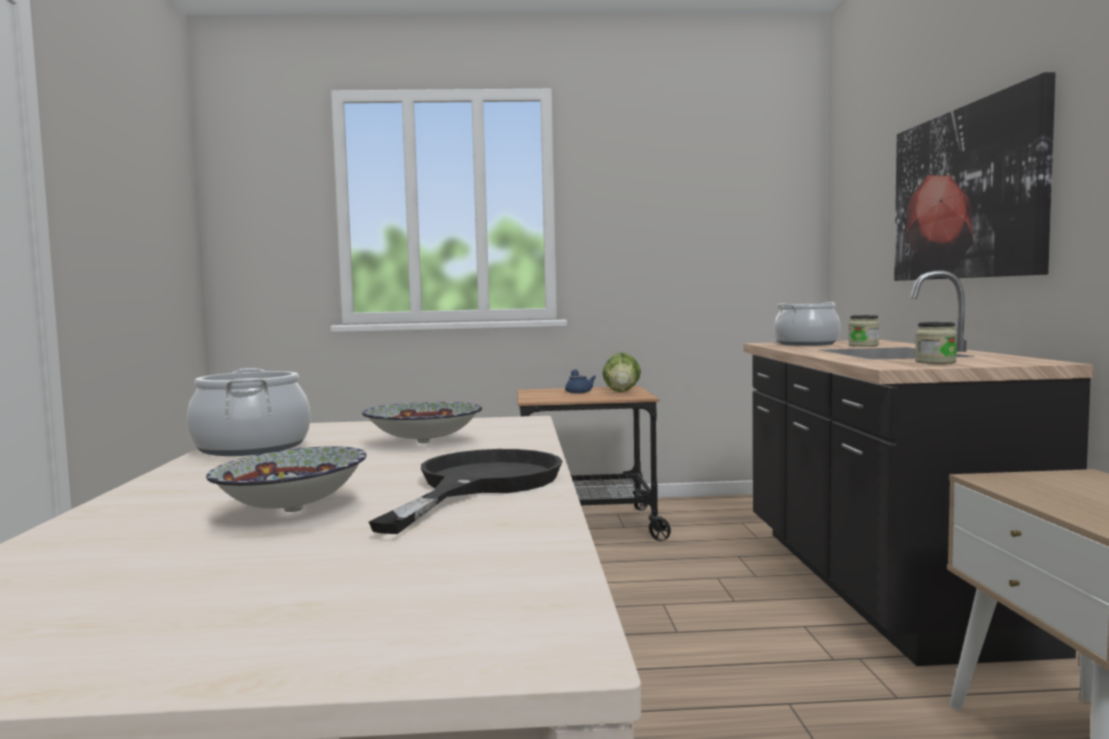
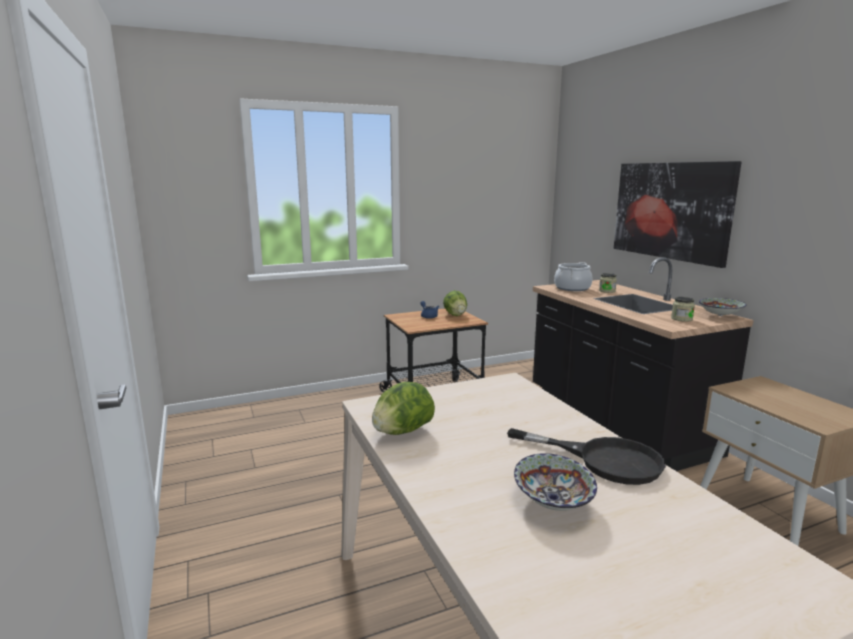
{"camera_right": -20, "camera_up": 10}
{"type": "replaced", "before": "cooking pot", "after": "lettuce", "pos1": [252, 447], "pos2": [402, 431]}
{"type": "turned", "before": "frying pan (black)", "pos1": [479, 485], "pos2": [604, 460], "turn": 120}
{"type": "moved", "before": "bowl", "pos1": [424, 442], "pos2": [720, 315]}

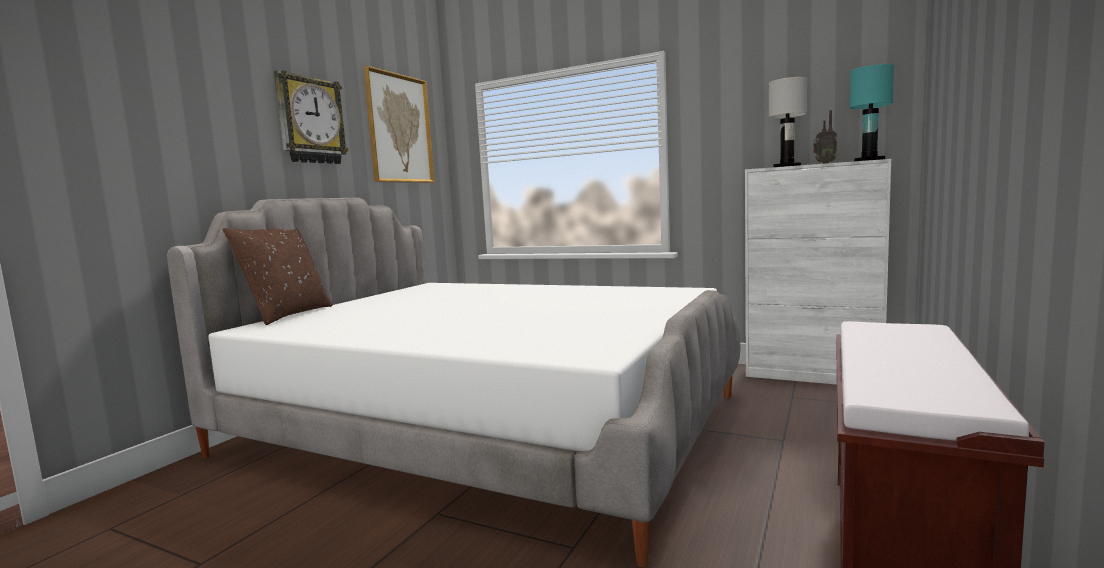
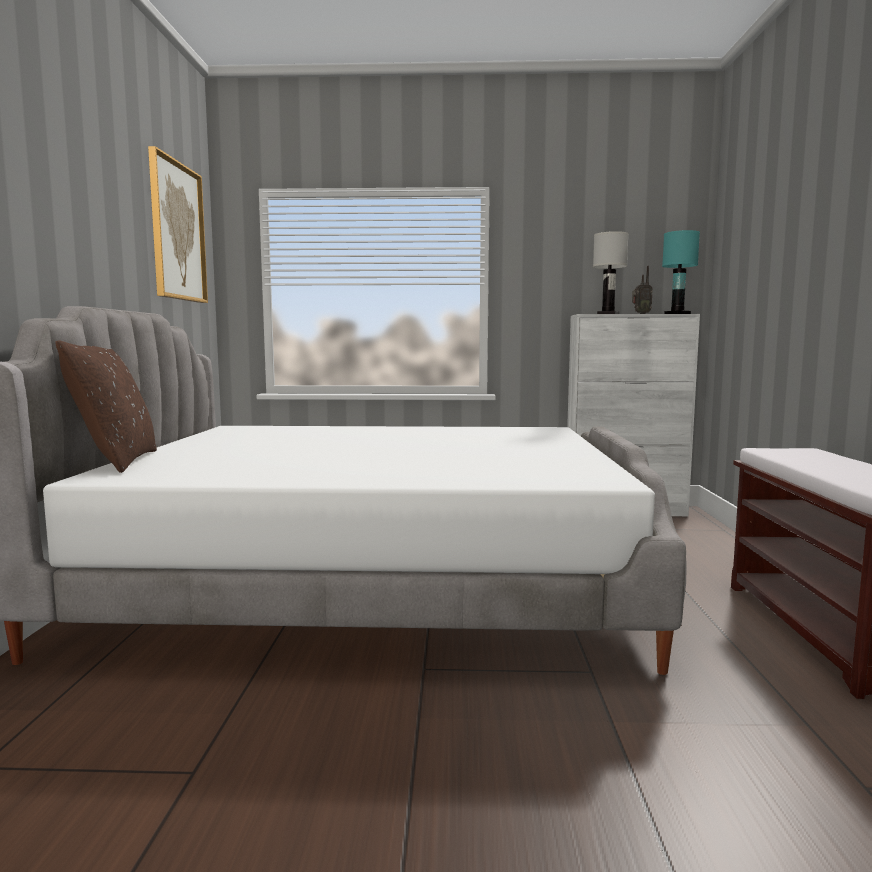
{"camera_right": -25, "camera_up": 0}
{"type": "removed", "before": "wall clock", "pos1": [310, 121]}

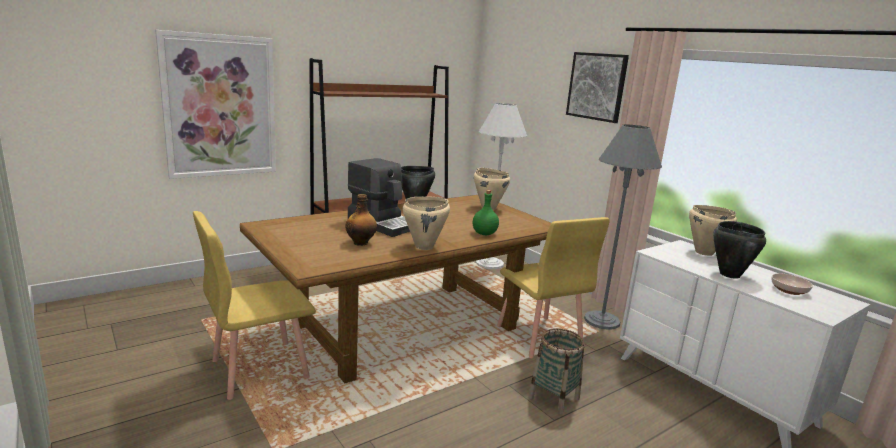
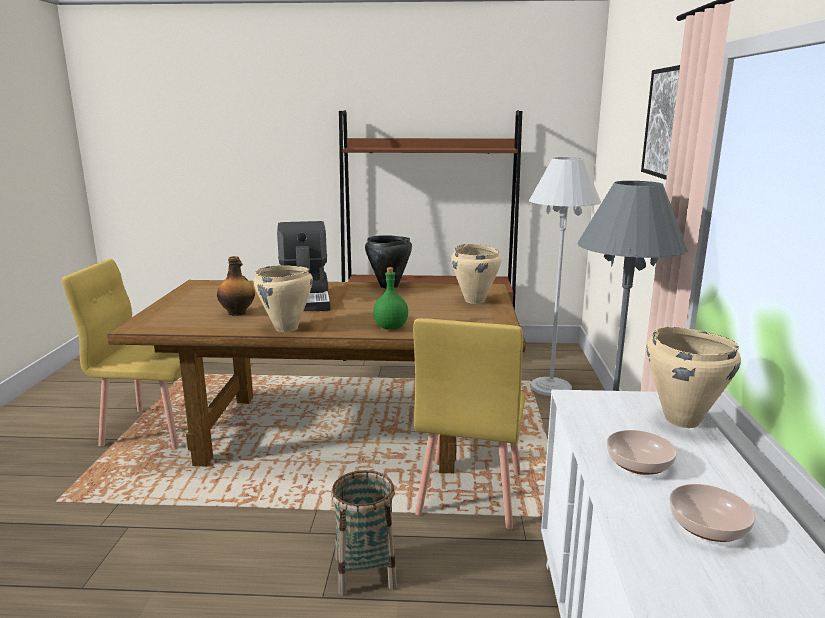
{"camera_right": 40, "camera_up": 0}
{"type": "replaced", "before": "cooking pot (black)", "after": "bowl", "pos1": [729, 274], "pos2": [637, 464]}
{"type": "removed", "before": "picture", "pos1": [220, 106]}

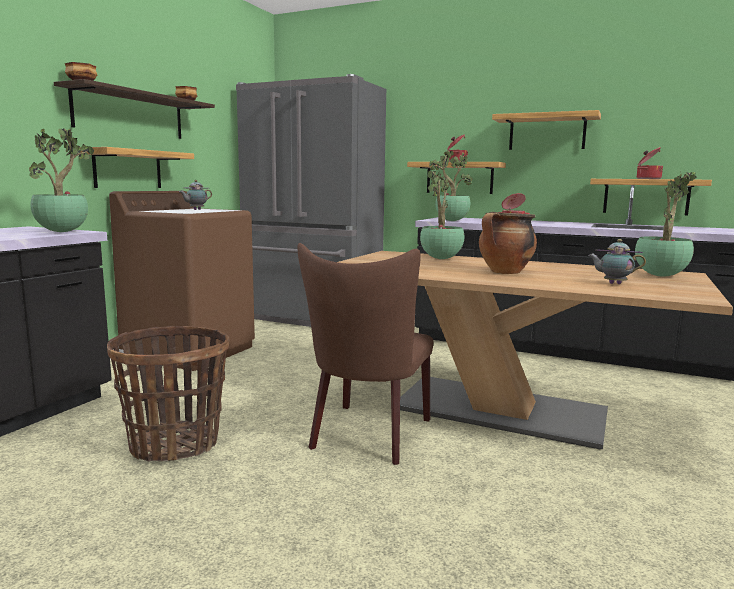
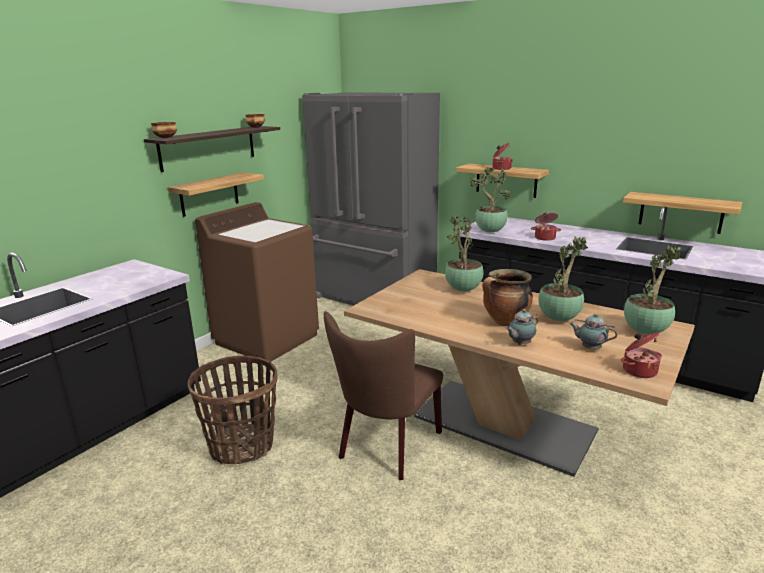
{"camera_right": 10, "camera_up": 10}
{"type": "moved", "before": "teapot", "pos1": [196, 209], "pos2": [520, 344]}
{"type": "moved", "before": "potted plant", "pos1": [63, 232], "pos2": [559, 318]}
{"type": "moved", "before": "cooking pot", "pos1": [648, 179], "pos2": [638, 370]}
{"type": "removed", "before": "shelf", "pos1": [547, 132]}

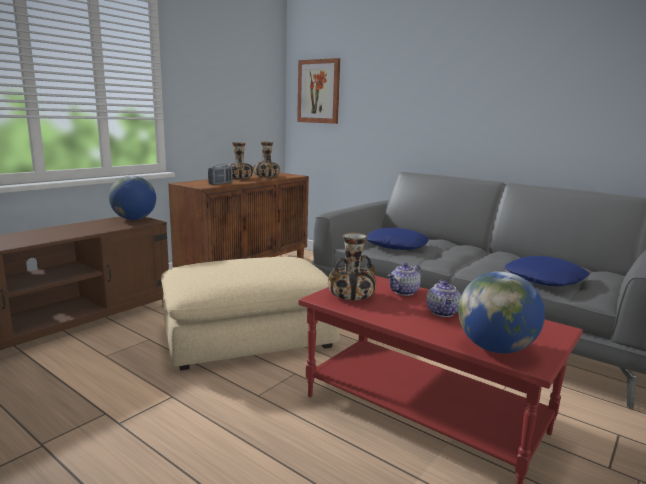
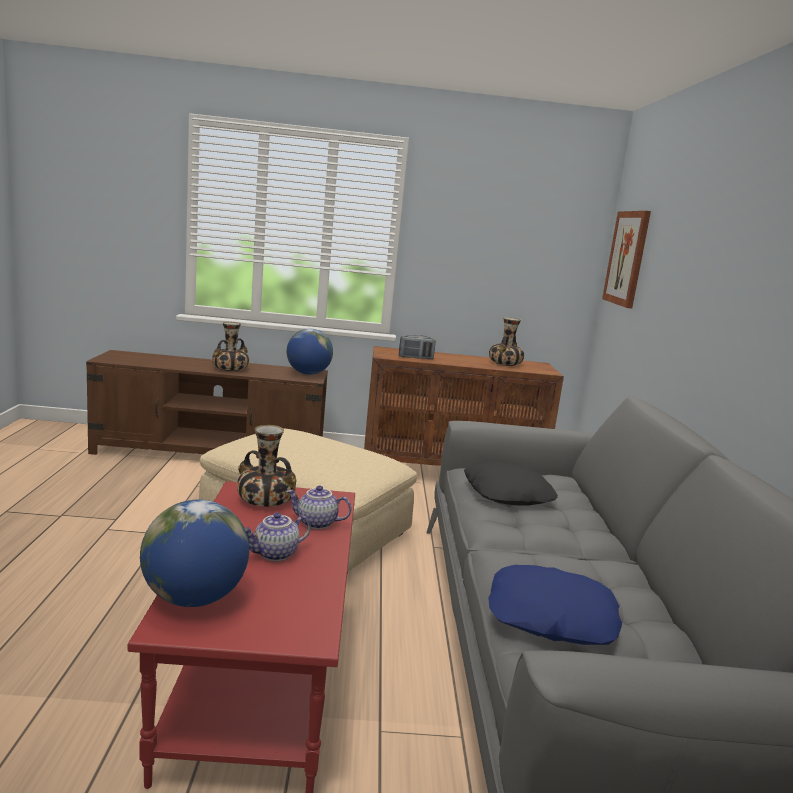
{"camera_right": 50, "camera_up": 0}
{"type": "moved", "before": "vase", "pos1": [239, 178], "pos2": [229, 369]}
{"type": "recoloured", "before": "pillow (blue)", "after": "pillow (black)", "pos1": [397, 245], "pos2": [508, 493]}

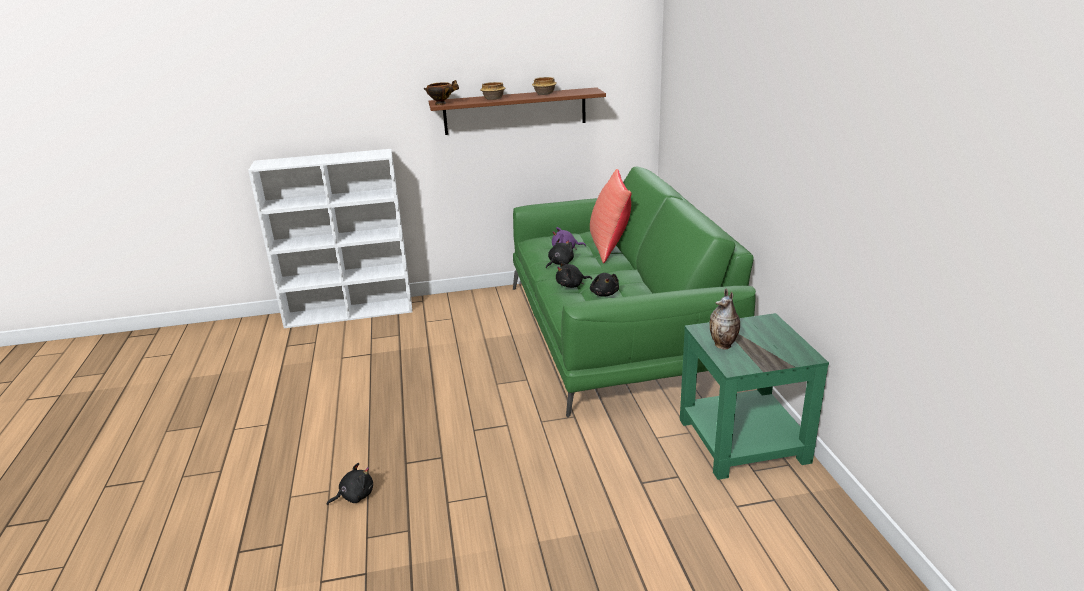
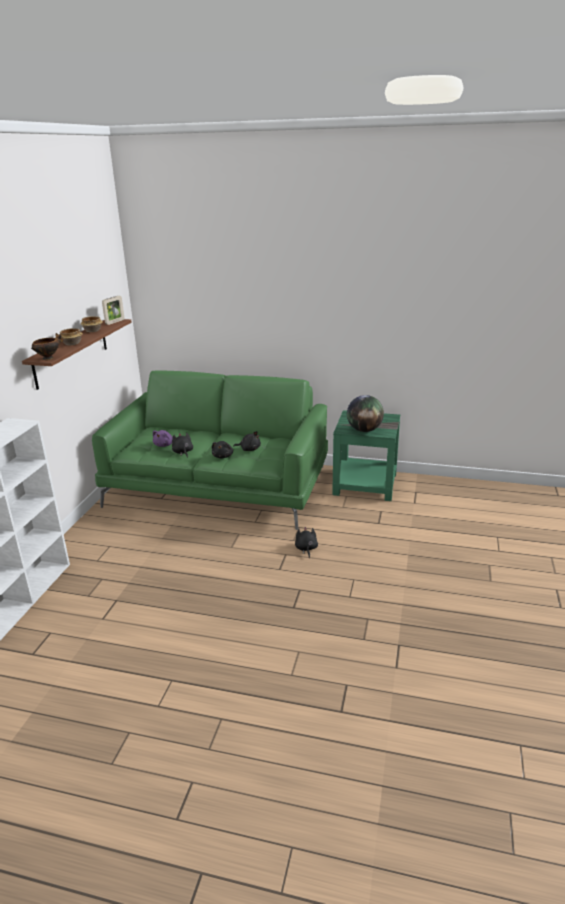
{"camera_right": -65, "camera_up": 0}
{"type": "added", "after": "picture frame", "pos2": [115, 322]}
{"type": "moved", "before": "plush toy (black)", "pos1": [354, 496], "pos2": [306, 549]}
{"type": "replaced", "before": "vase", "after": "globe", "pos1": [724, 345], "pos2": [364, 430]}
{"type": "removed", "before": "pillow (red)", "pos1": [609, 246]}

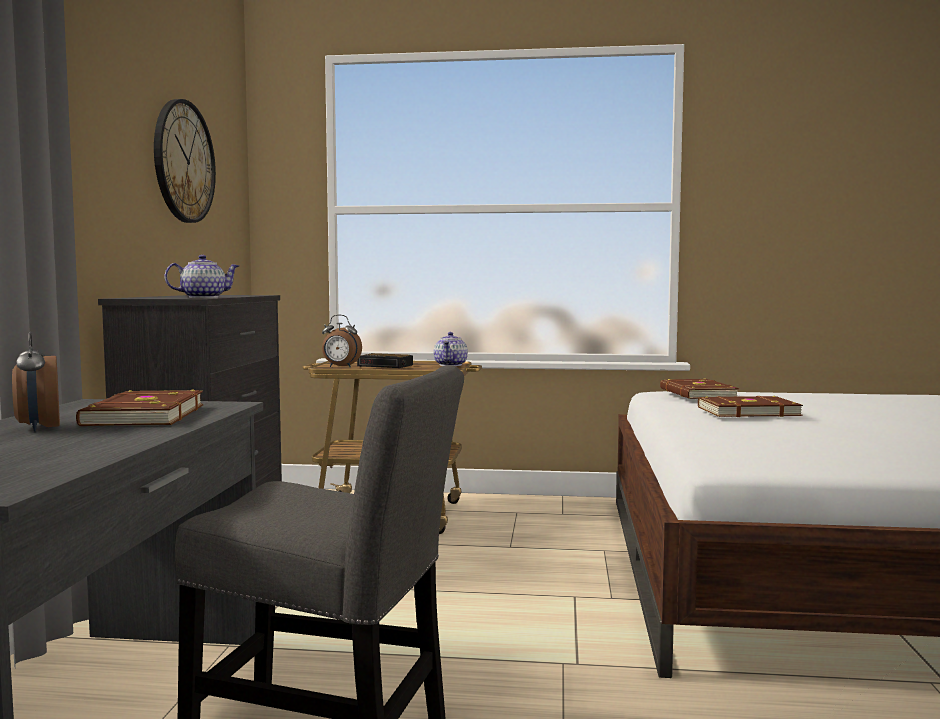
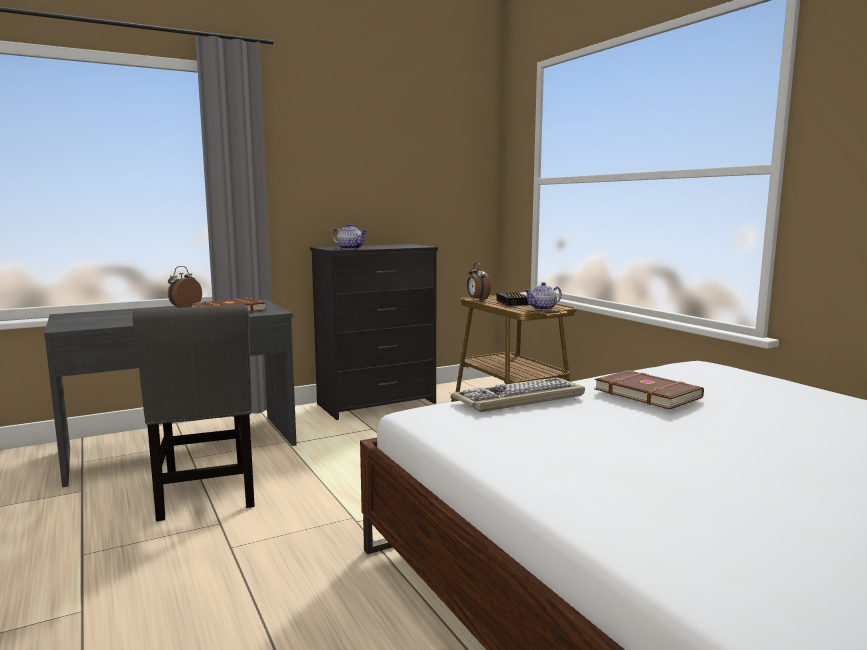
{"camera_right": 55, "camera_up": 5}
{"type": "added", "after": "keyboard", "pos2": [519, 398]}
{"type": "removed", "before": "wall clock", "pos1": [183, 162]}
{"type": "removed", "before": "book (brown)", "pos1": [696, 393]}

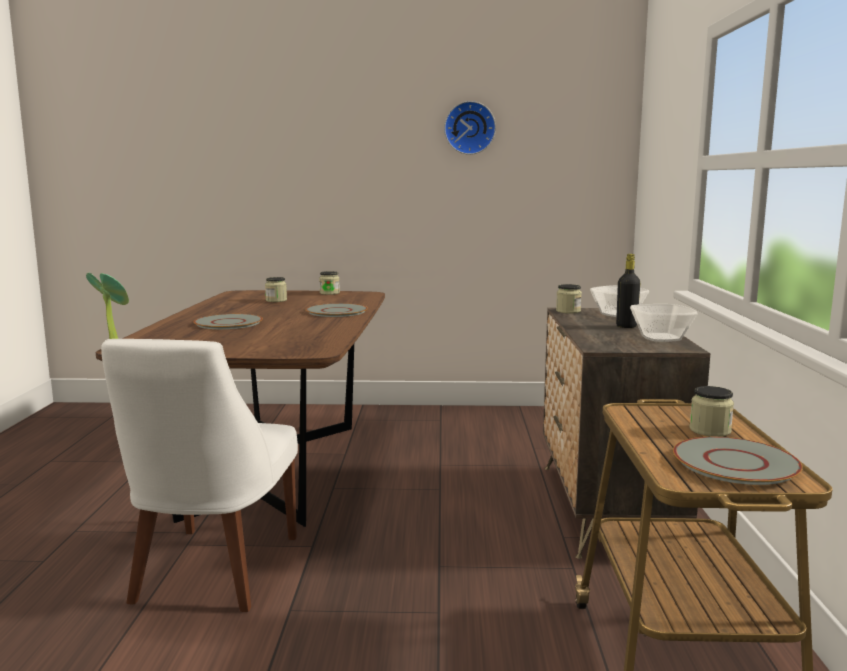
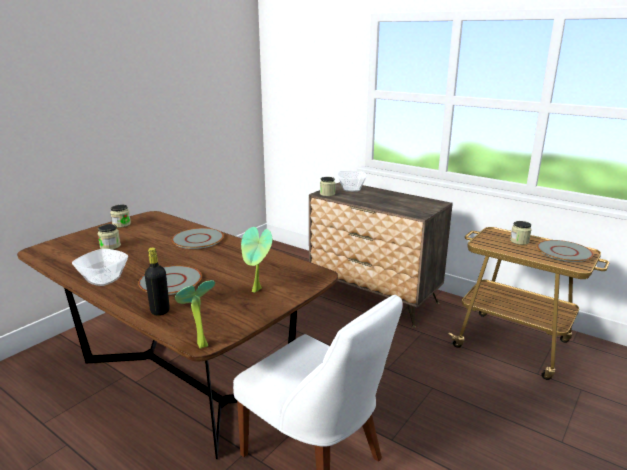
{"camera_right": -55, "camera_up": 10}
{"type": "moved", "before": "bowl", "pos1": [660, 338], "pos2": [104, 280]}
{"type": "moved", "before": "bottle (black)", "pos1": [626, 326], "pos2": [160, 311]}
{"type": "added", "after": "potted plant", "pos2": [257, 291]}
{"type": "removed", "before": "wall clock", "pos1": [469, 128]}

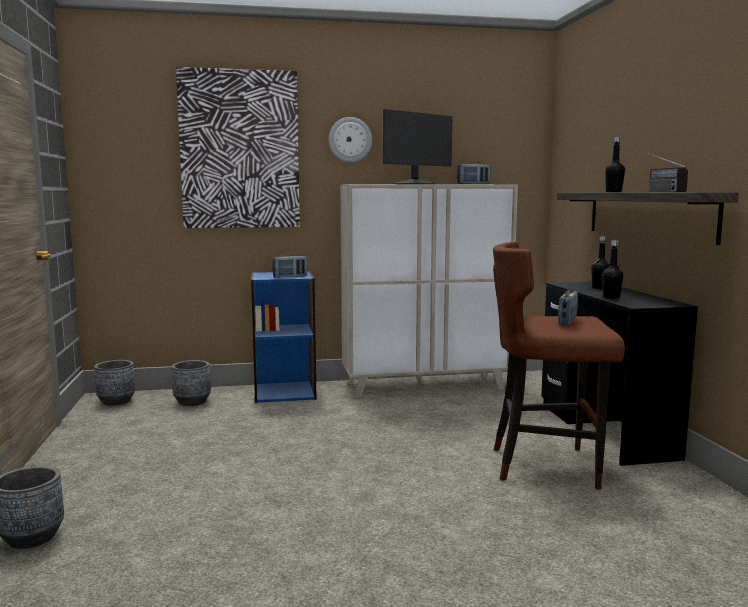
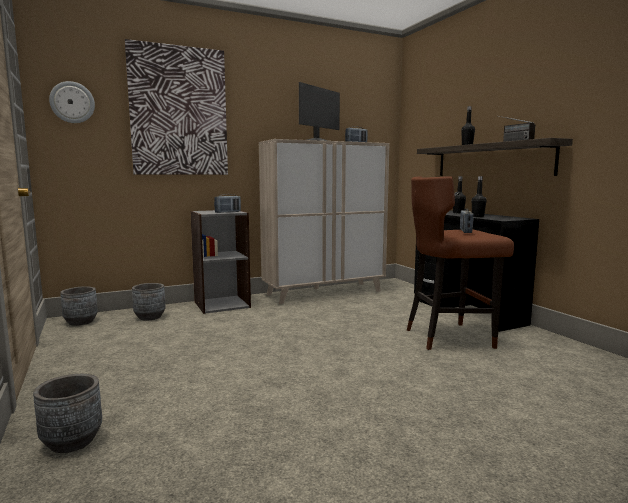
{"camera_right": -15, "camera_up": 0}
{"type": "moved", "before": "wall clock", "pos1": [350, 140], "pos2": [72, 102]}
{"type": "recoloured", "before": "bookcase (blue)", "after": "bookcase (grey)", "pos1": [284, 392], "pos2": [222, 304]}

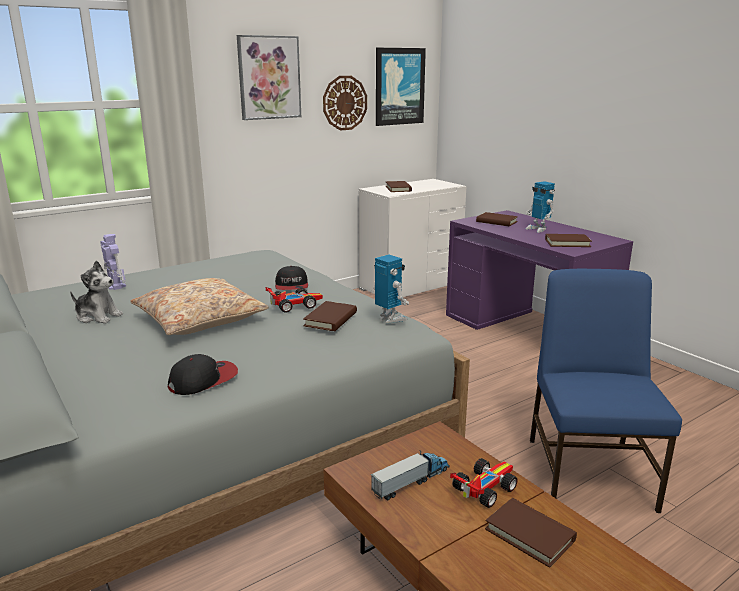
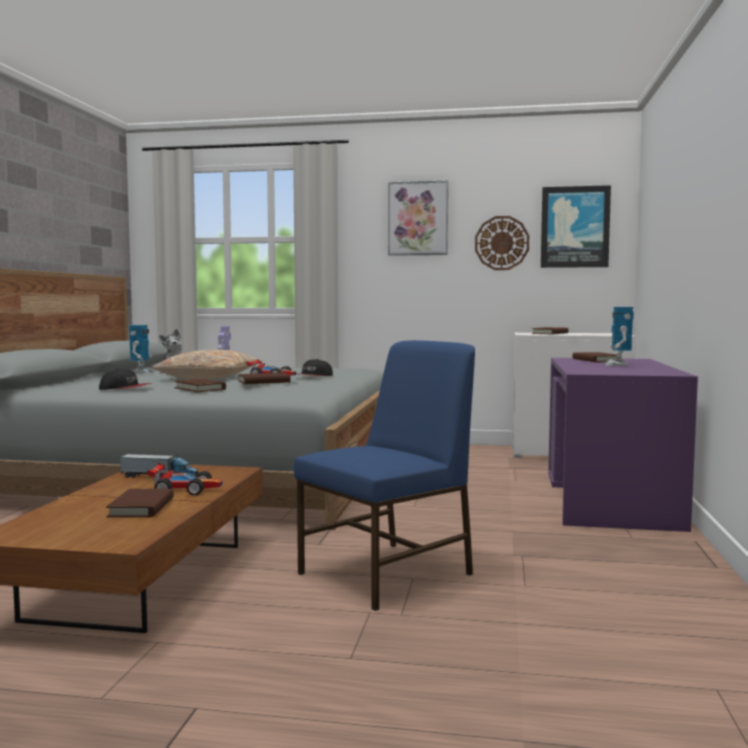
{"camera_right": 45, "camera_up": -15}
{"type": "moved", "before": "toy robot", "pos1": [390, 319], "pos2": [142, 372]}
{"type": "moved", "before": "book (brown)", "pos1": [567, 243], "pos2": [200, 389]}

